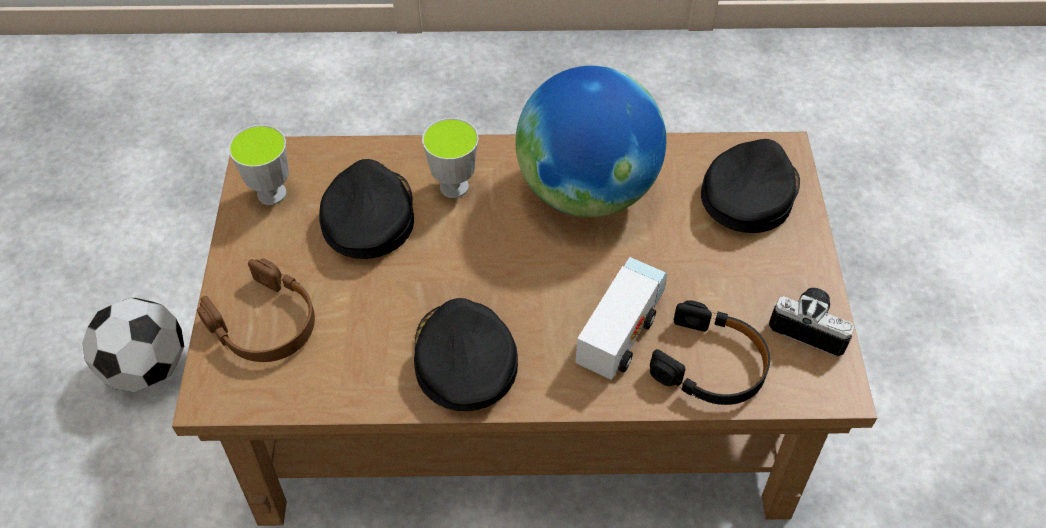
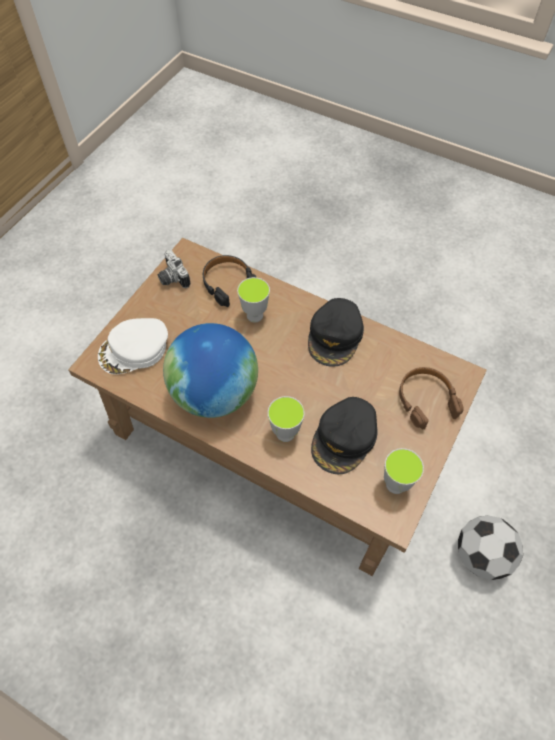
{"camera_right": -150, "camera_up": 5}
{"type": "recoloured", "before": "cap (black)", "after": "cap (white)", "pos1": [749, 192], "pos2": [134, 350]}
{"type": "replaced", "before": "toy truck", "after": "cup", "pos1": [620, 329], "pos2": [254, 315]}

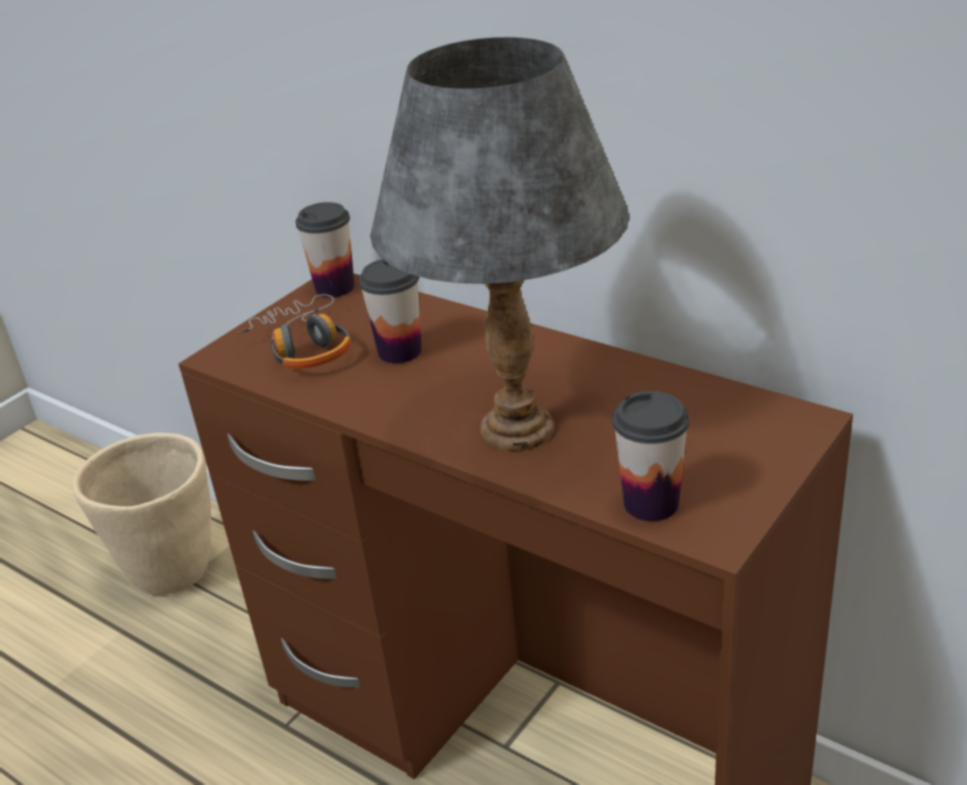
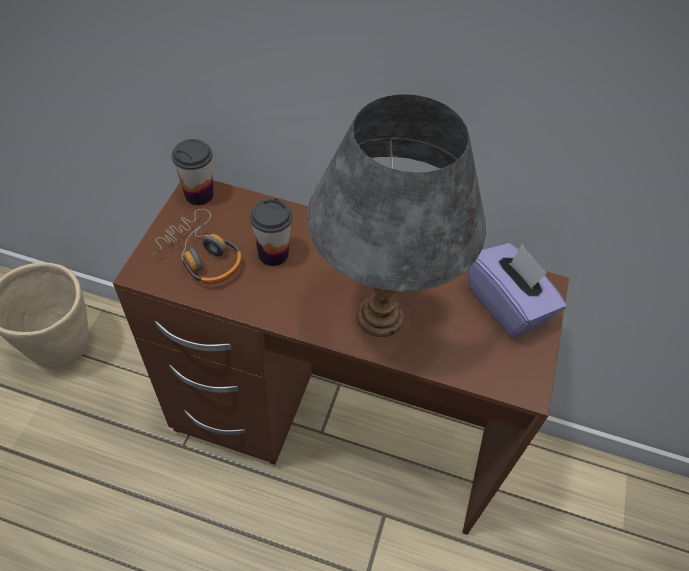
{"camera_right": -25, "camera_up": 20}
{"type": "added", "after": "tissue box (purple)", "pos2": [507, 304]}
{"type": "removed", "before": "cup", "pos1": [651, 503]}

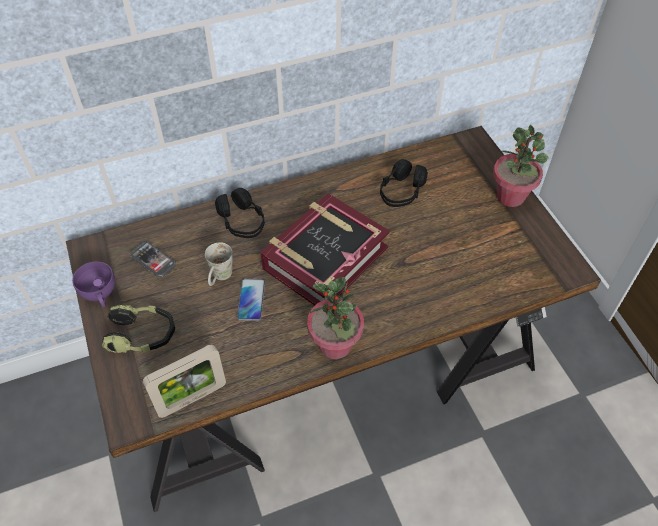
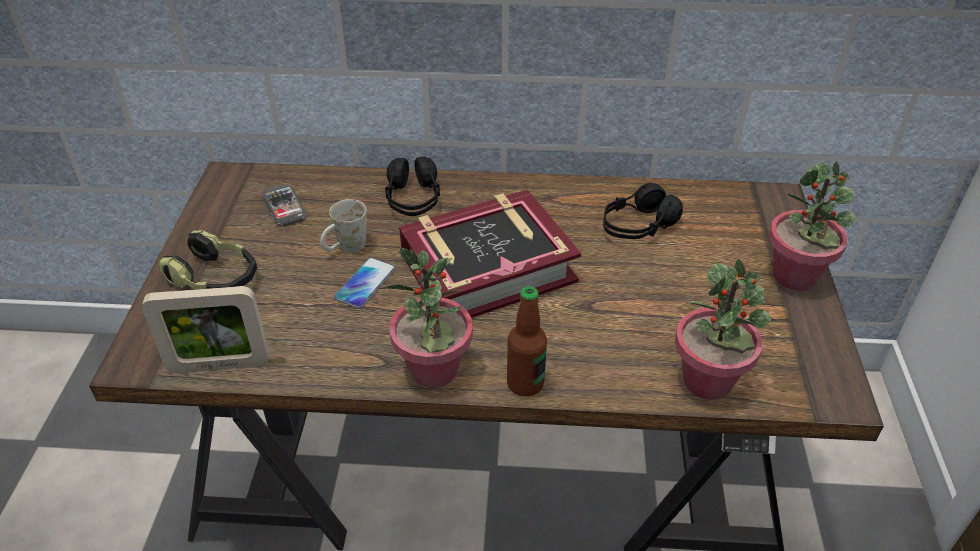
{"camera_right": 25, "camera_up": -10}
{"type": "added", "after": "bottle", "pos2": [525, 383]}
{"type": "added", "after": "potted plant", "pos2": [708, 381]}
{"type": "removed", "before": "cup (purple)", "pos1": [100, 294]}

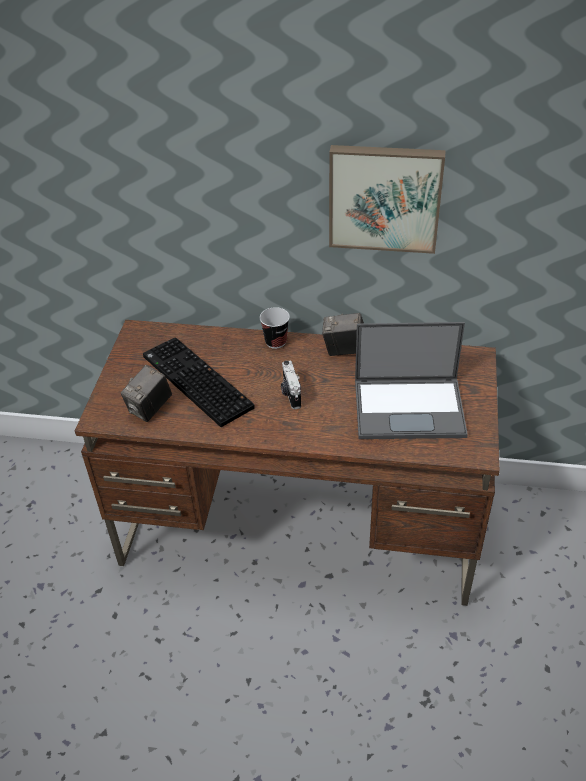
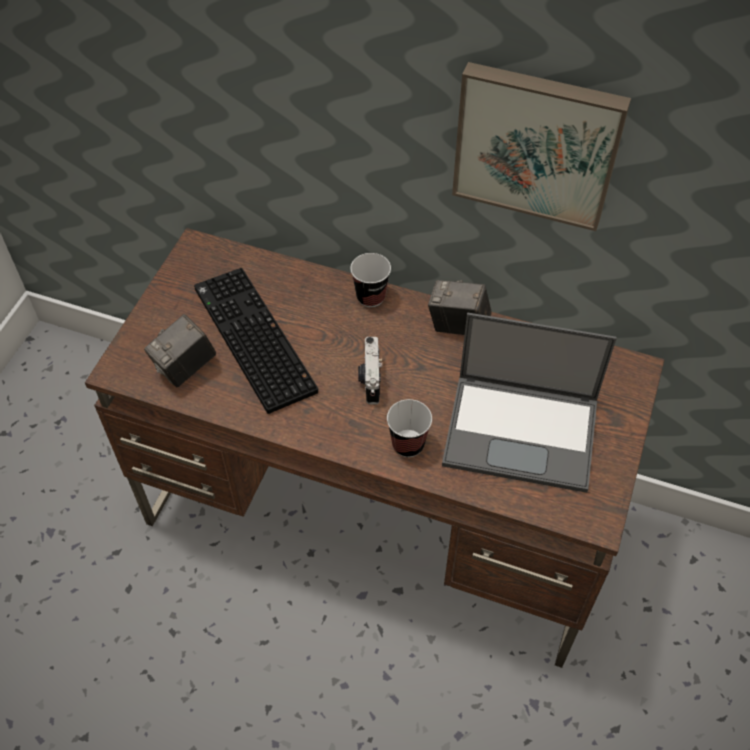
{"camera_right": 10, "camera_up": 10}
{"type": "added", "after": "cup", "pos2": [408, 444]}

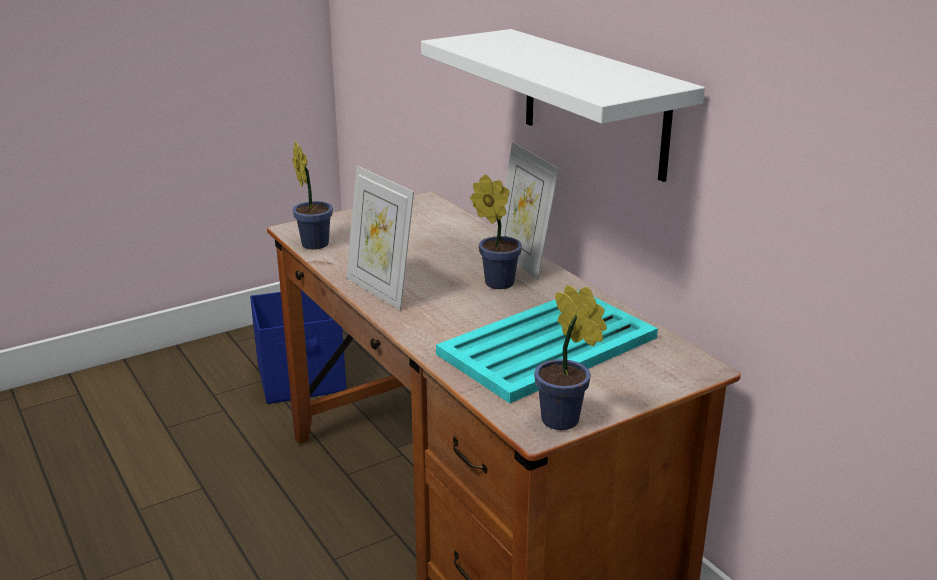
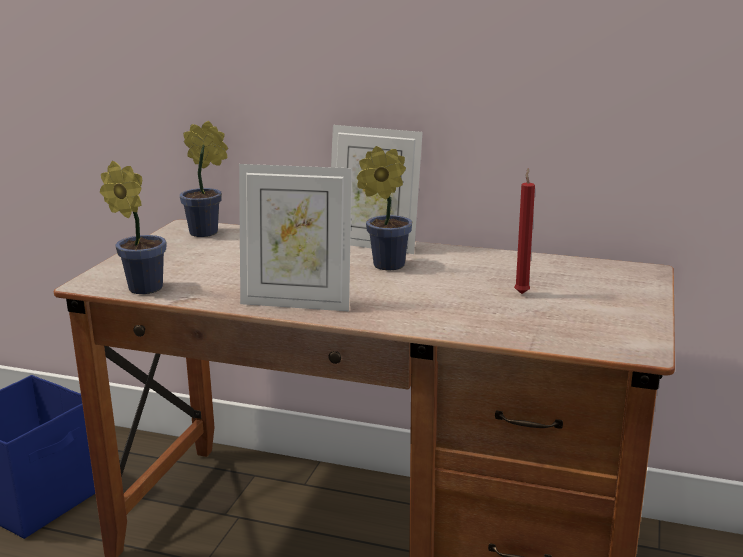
{"camera_right": -40, "camera_up": -5}
{"type": "moved", "before": "potted plant", "pos1": [564, 422], "pos2": [207, 233]}
{"type": "replaced", "before": "tray (turquoise)", "after": "candle (red)", "pos1": [550, 345], "pos2": [521, 293]}
{"type": "removed", "before": "shelf (white)", "pos1": [594, 103]}

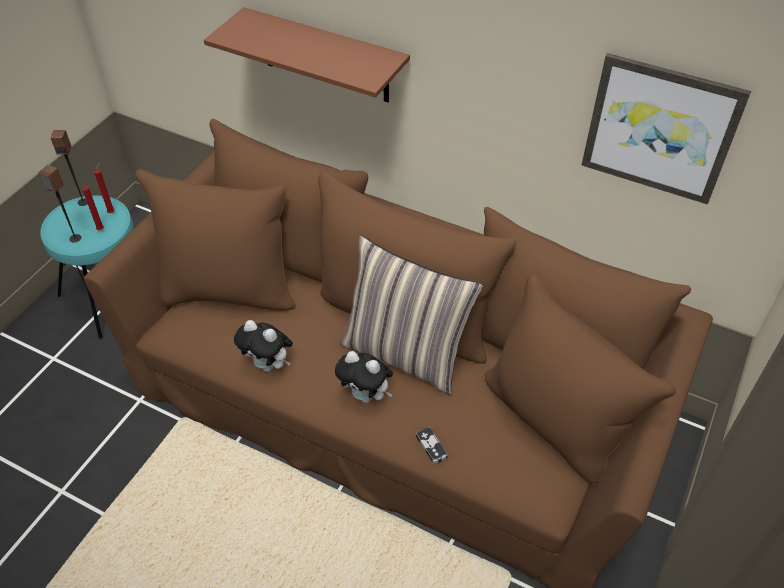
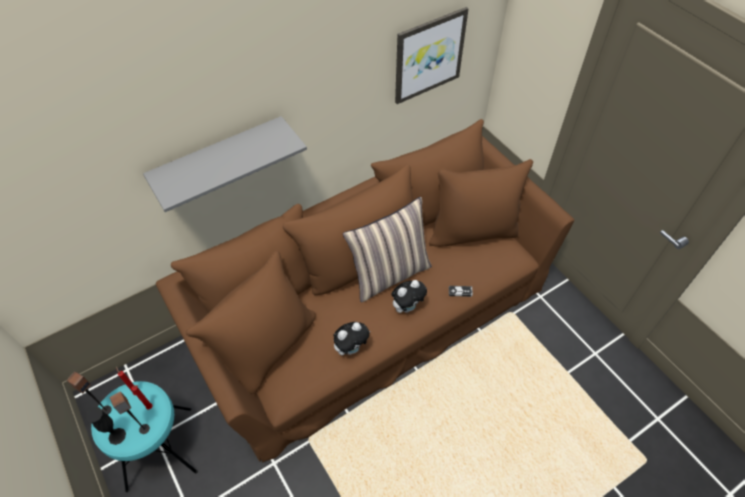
{"camera_right": -60, "camera_up": 5}
{"type": "added", "after": "vase (black)", "pos2": [117, 436]}
{"type": "recoloured", "before": "shelf (brown)", "after": "shelf (grey)", "pos1": [325, 56], "pos2": [219, 160]}

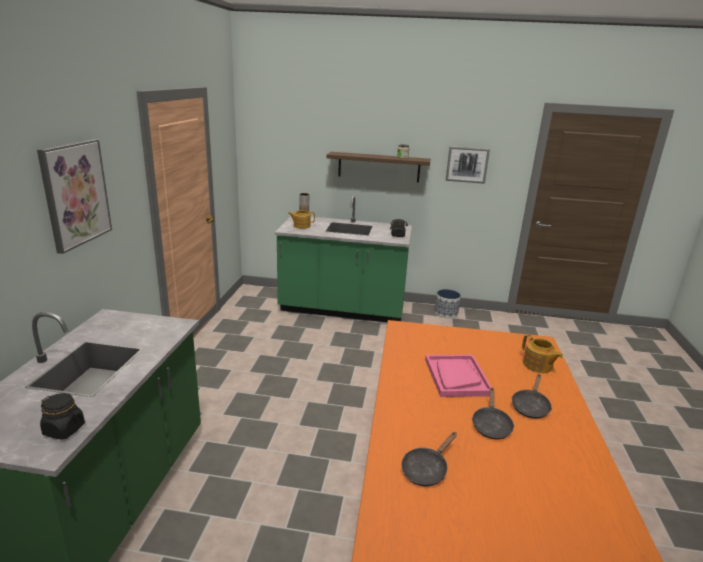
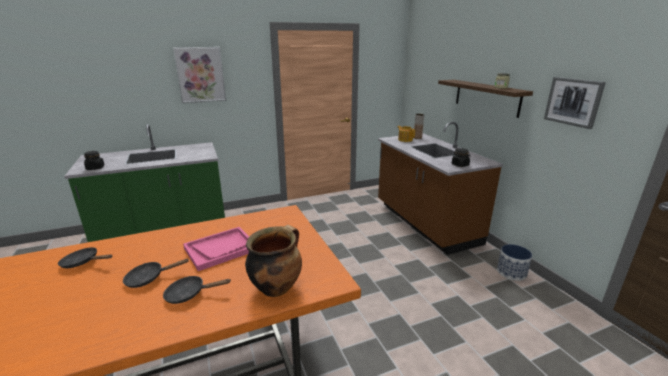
{"camera_right": 60, "camera_up": 0}
{"type": "replaced", "before": "teapot", "after": "cooking pot", "pos1": [537, 365], "pos2": [276, 287]}
{"type": "recoloured", "before": "counter (green)", "after": "counter (brown)", "pos1": [342, 309], "pos2": [424, 223]}

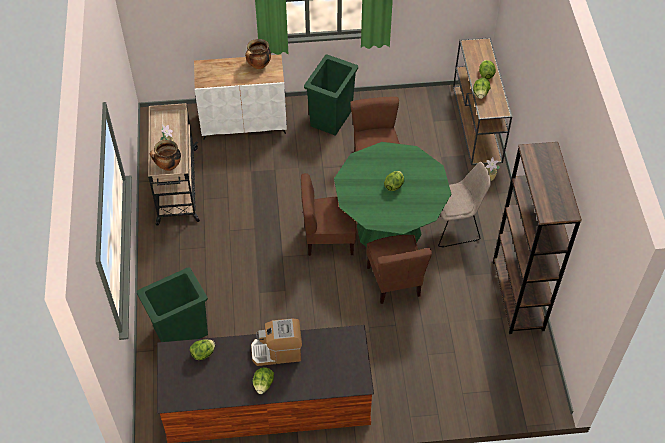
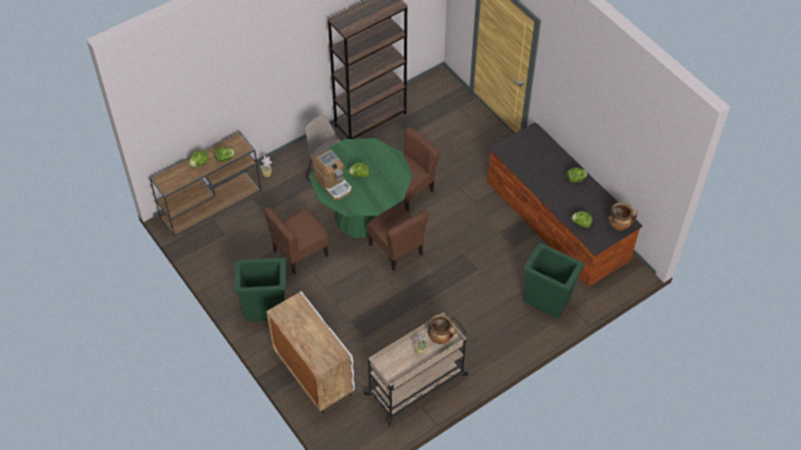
{"camera_right": -120, "camera_up": 0}
{"type": "moved", "before": "coffee machine", "pos1": [277, 351], "pos2": [333, 184]}
{"type": "moved", "before": "cooking pot", "pos1": [258, 65], "pos2": [619, 225]}

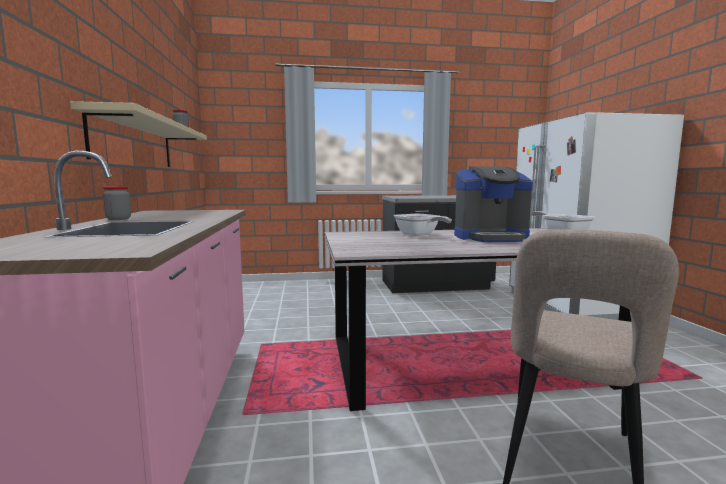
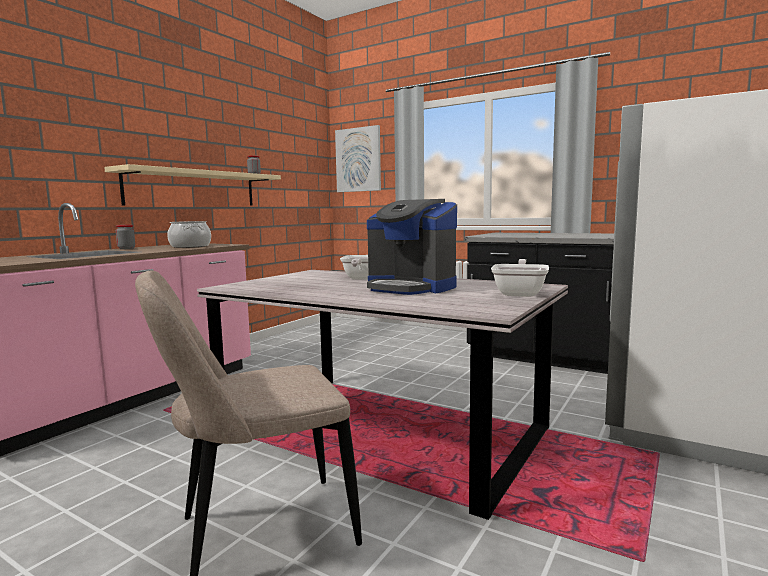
{"camera_right": 40, "camera_up": 0}
{"type": "added", "after": "cooking pot", "pos2": [190, 246]}
{"type": "added", "after": "picture", "pos2": [358, 160]}

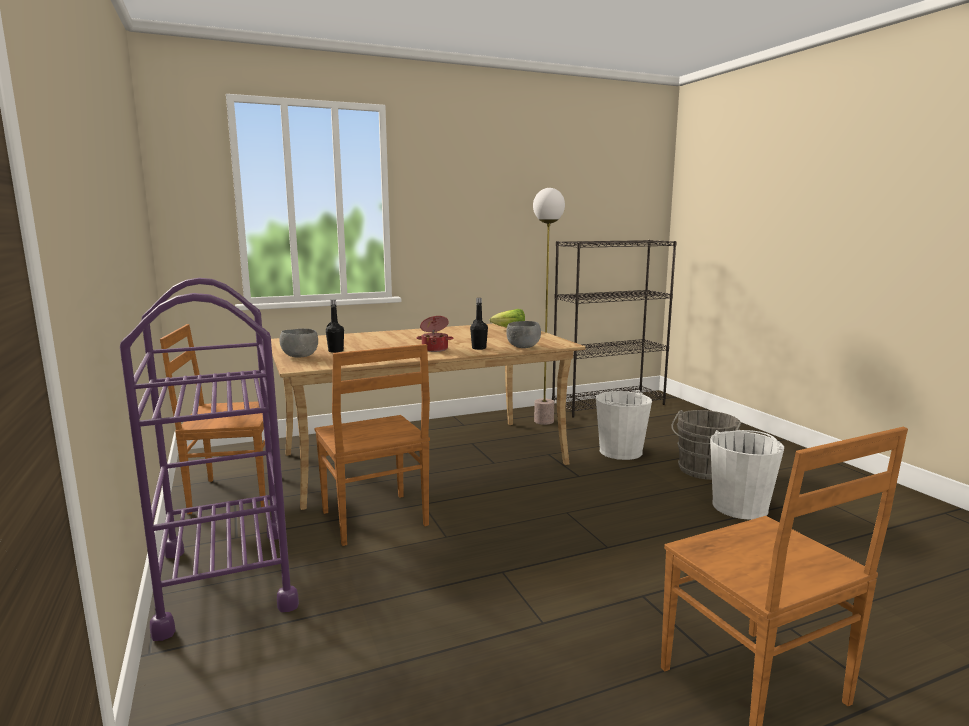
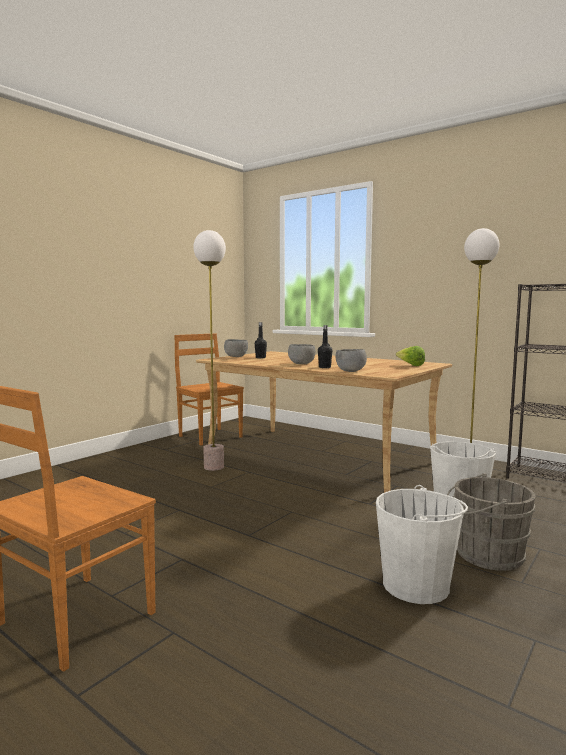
{"camera_right": 60, "camera_up": -5}
{"type": "replaced", "before": "chair (brown)", "after": "floor lamp", "pos1": [375, 520], "pos2": [213, 467]}
{"type": "replaced", "before": "cooking pot", "after": "bowl (grey)", "pos1": [435, 349], "pos2": [301, 364]}
{"type": "removed", "before": "cart (purple)", "pos1": [226, 579]}

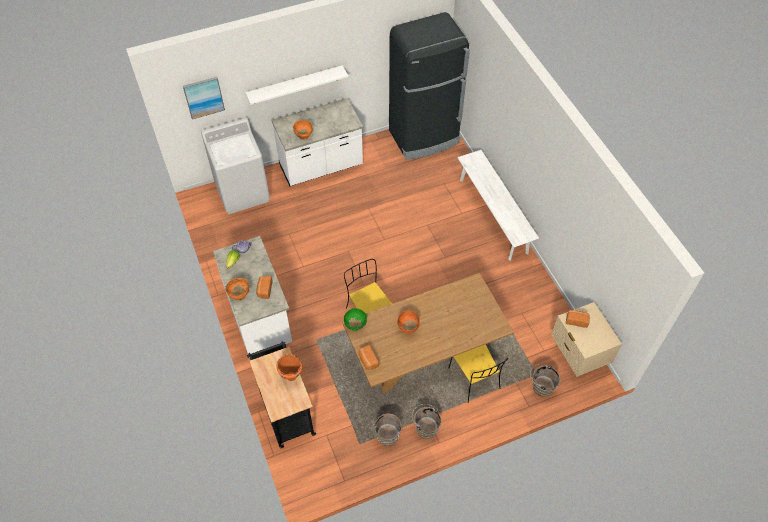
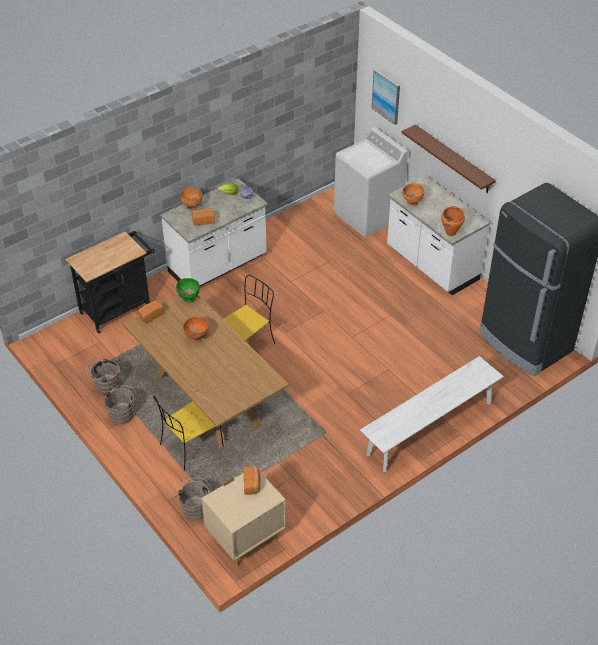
{"camera_right": 75, "camera_up": -10}
{"type": "recoloured", "before": "shelf (white)", "after": "shelf (brown)", "pos1": [295, 85], "pos2": [453, 159]}
{"type": "moved", "before": "cooking pot (orange)", "pos1": [291, 376], "pos2": [451, 233]}

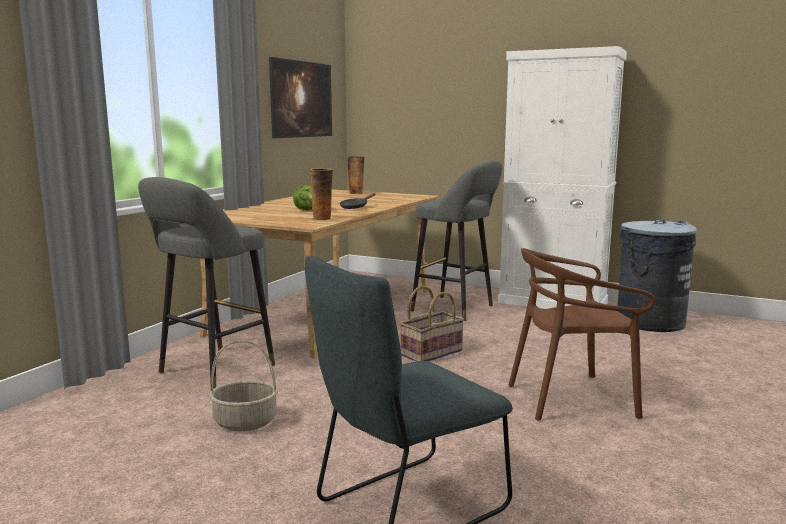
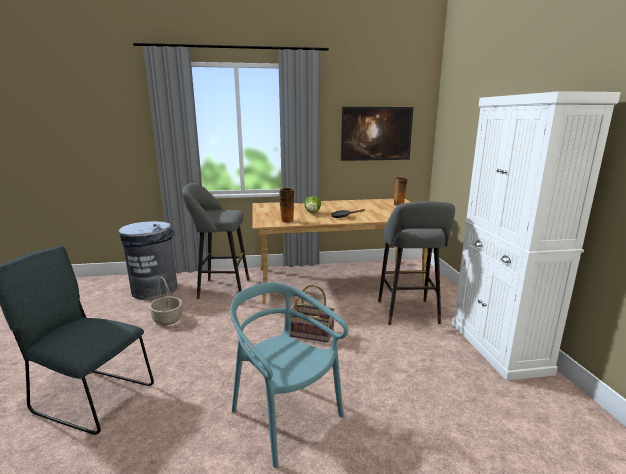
{"camera_right": 55, "camera_up": 5}
{"type": "moved", "before": "trash can (grey)", "pos1": [649, 322], "pos2": [154, 290]}
{"type": "recoloured", "before": "chair (brown)", "after": "chair (turquoise)", "pos1": [571, 399], "pos2": [285, 417]}

